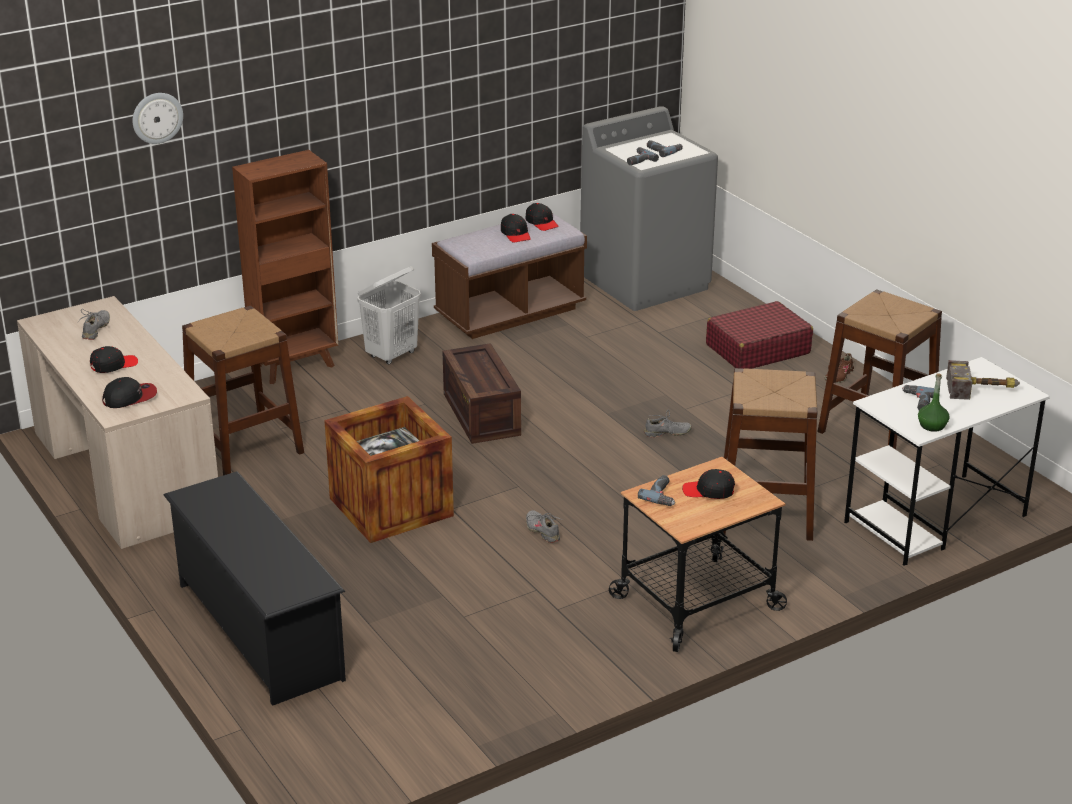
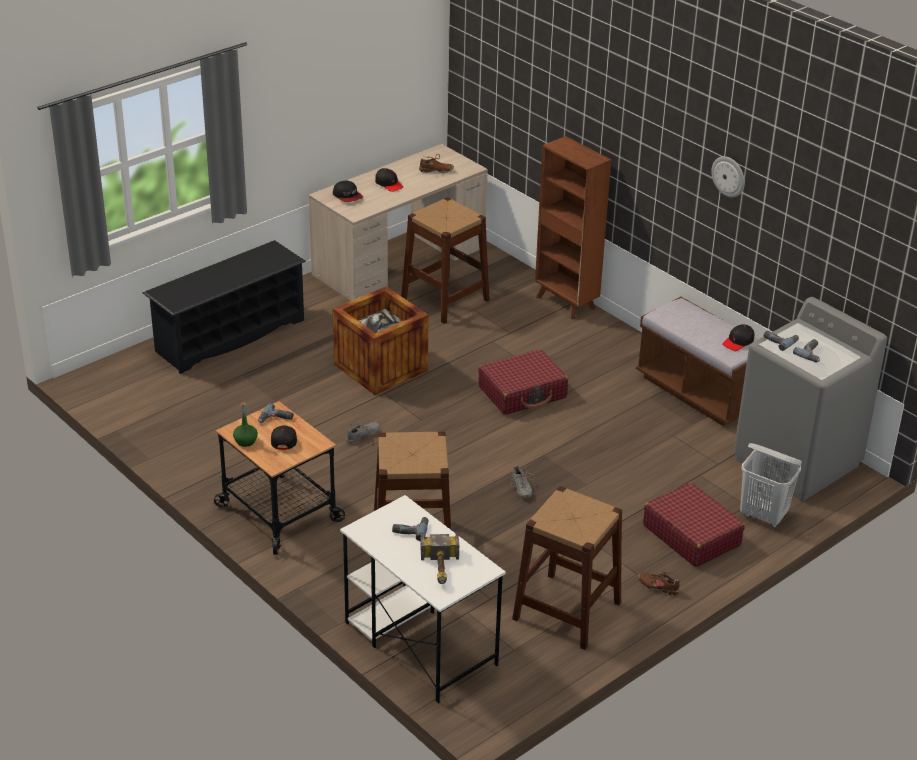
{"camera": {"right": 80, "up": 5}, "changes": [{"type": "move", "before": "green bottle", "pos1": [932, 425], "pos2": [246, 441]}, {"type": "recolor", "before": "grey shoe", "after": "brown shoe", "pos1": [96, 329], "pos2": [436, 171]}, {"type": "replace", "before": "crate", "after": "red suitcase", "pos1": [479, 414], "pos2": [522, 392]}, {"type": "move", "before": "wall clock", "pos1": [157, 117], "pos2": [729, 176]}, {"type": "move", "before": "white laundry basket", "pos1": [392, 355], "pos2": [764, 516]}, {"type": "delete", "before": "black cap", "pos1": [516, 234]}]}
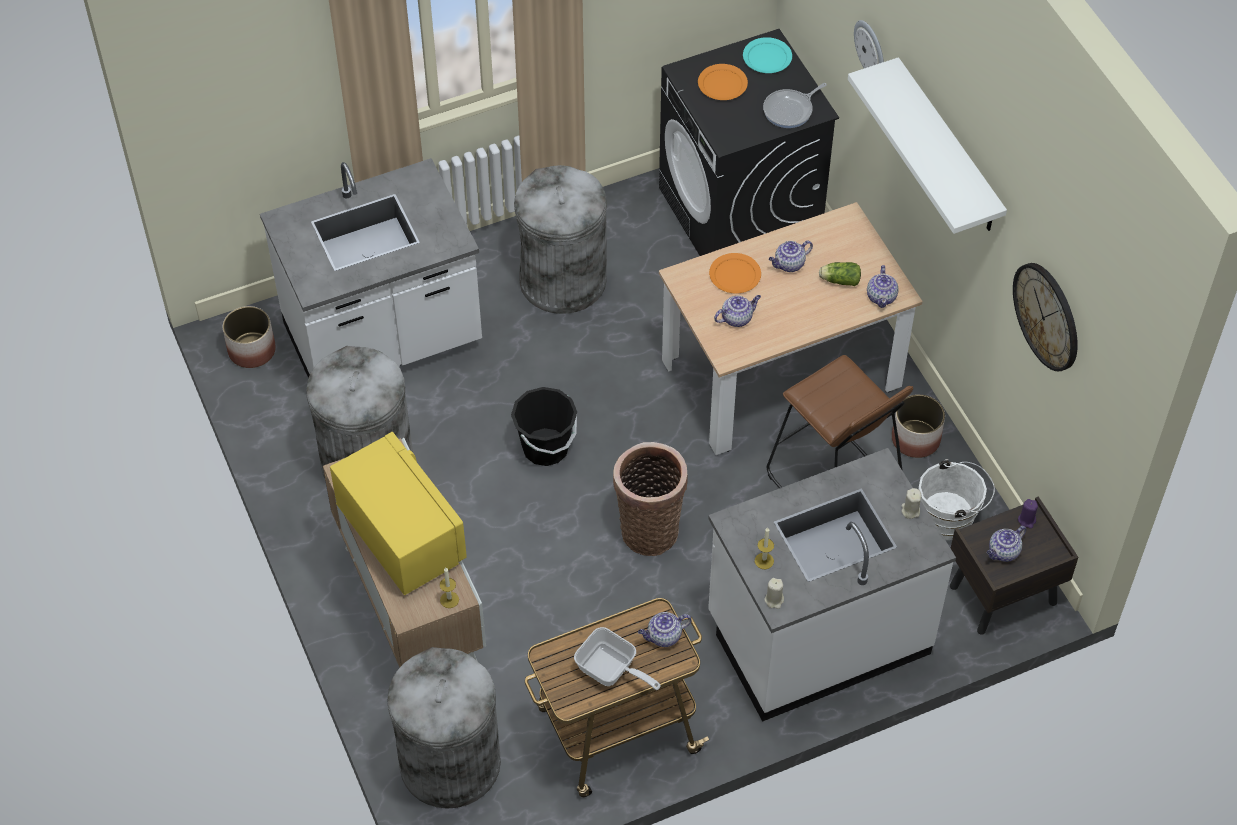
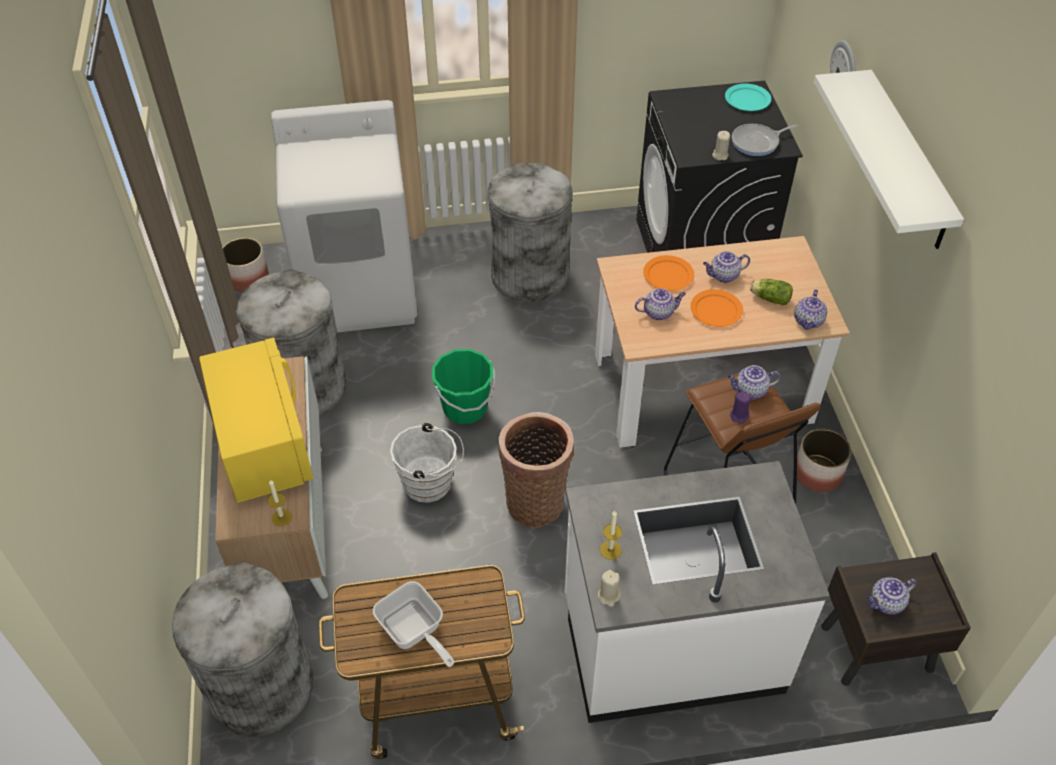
{"camera": {"right": 15, "up": -5}, "changes": [{"type": "replace", "before": "white counter", "after": "white washing machine", "pos1": [383, 339], "pos2": [360, 291]}, {"type": "move", "before": "white bucket", "pos1": [950, 519], "pos2": [431, 483]}, {"type": "recolor", "before": "black bucket", "after": "green bucket", "pos1": [545, 447], "pos2": [465, 408]}, {"type": "move", "before": "orange plate", "pos1": [722, 84], "pos2": [715, 310]}, {"type": "move", "before": "beige candle", "pos1": [910, 510], "pos2": [720, 155]}, {"type": "move", "before": "teapot", "pos1": [663, 636], "pos2": [750, 391]}, {"type": "move", "before": "purple candle", "pos1": [1027, 520], "pos2": [739, 415]}, {"type": "delete", "before": "wall clock", "pos1": [1047, 316]}]}
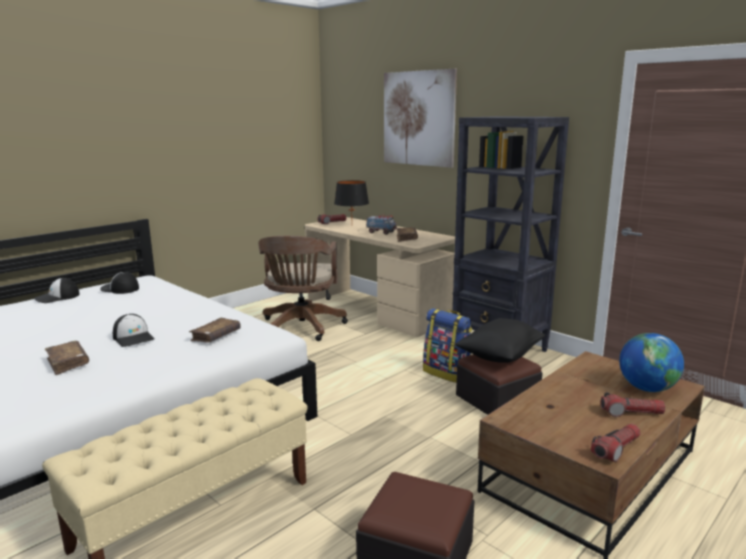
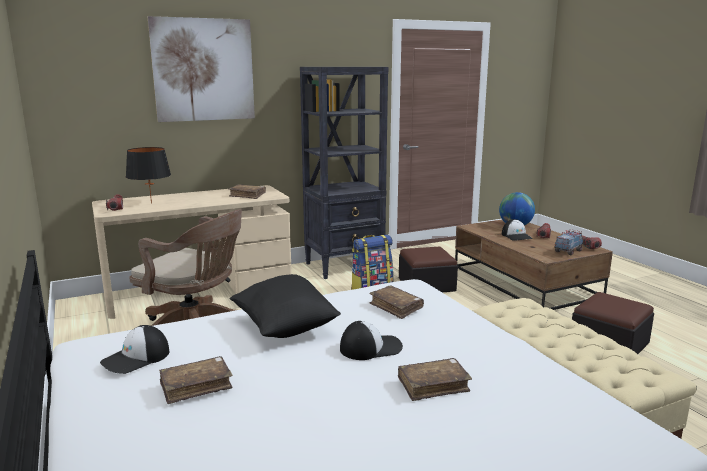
{"camera": {"right": -70, "up": 0}, "changes": [{"type": "insert", "after": "brown book", "pos2": [196, 386]}, {"type": "move", "before": "black pillow", "pos1": [500, 356], "pos2": [285, 327]}, {"type": "move", "before": "cap", "pos1": [57, 297], "pos2": [516, 236]}, {"type": "move", "before": "toy truck", "pos1": [381, 232], "pos2": [568, 251]}]}
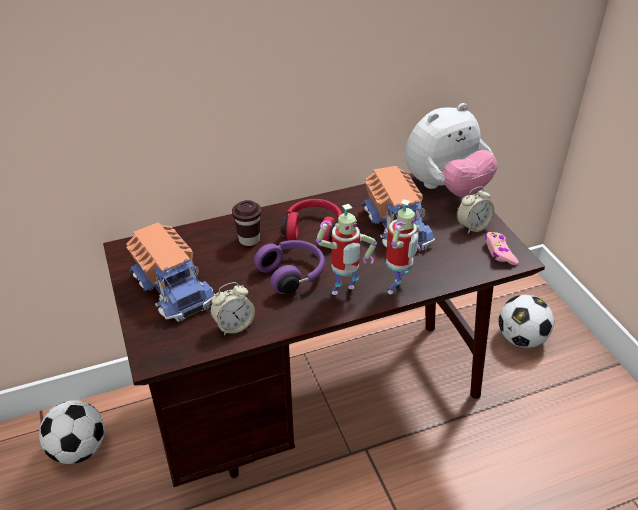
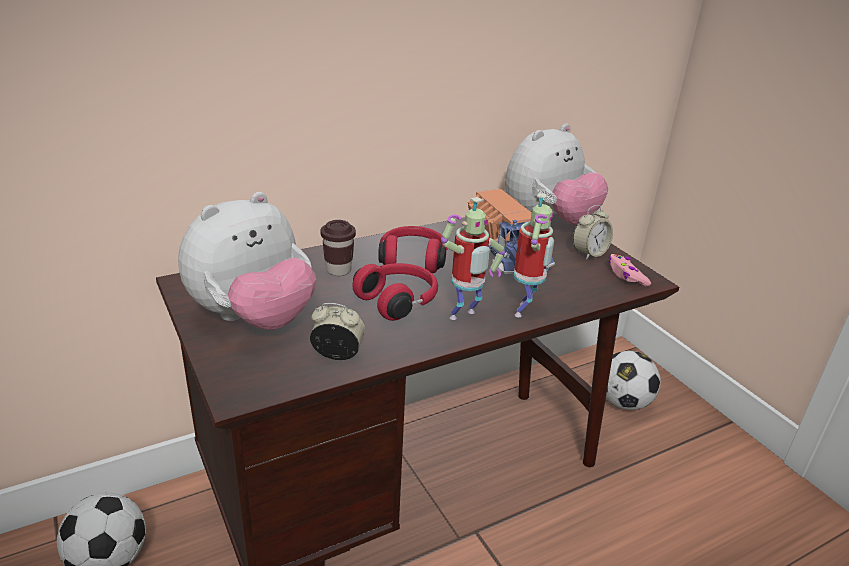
{"camera": {"right": -10, "up": -10}, "changes": [{"type": "replace", "before": "toy truck", "after": "plush toy", "pos1": [174, 287], "pos2": [253, 318]}, {"type": "rotate", "before": "alarm clock", "pos1": [234, 325], "pos2": [337, 355], "turn": -135}, {"type": "recolor", "before": "purple headphones", "after": "red headphones", "pos1": [292, 274], "pos2": [398, 301]}]}
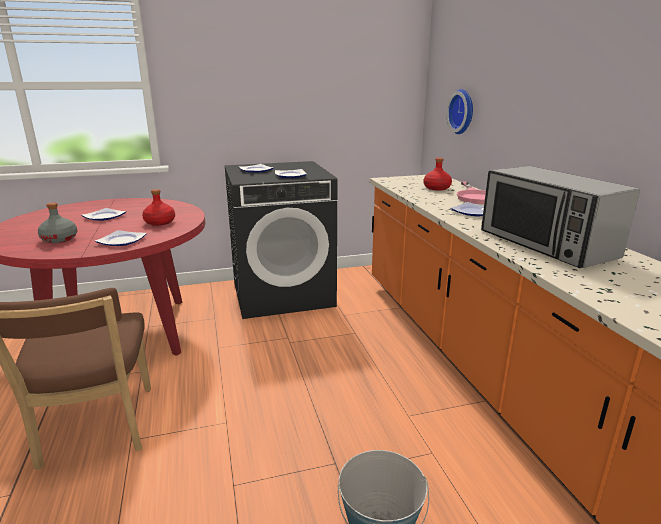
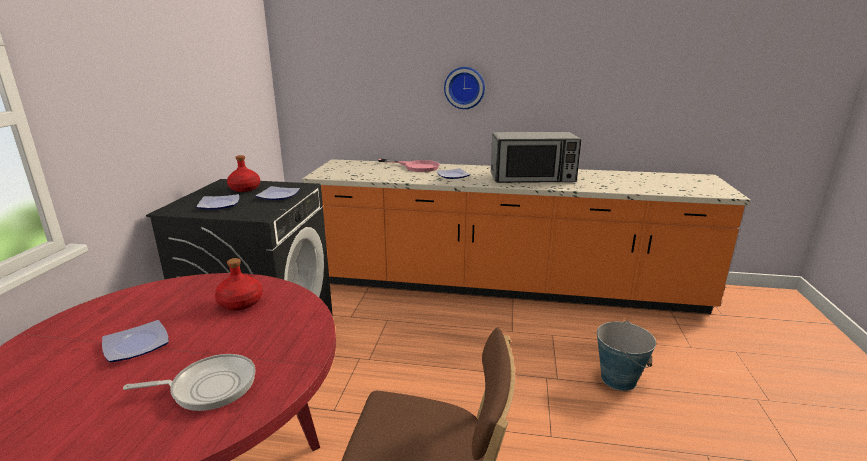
{"camera": {"right": -65, "up": 0}, "changes": [{"type": "replace", "before": "grey bottle", "after": "frying pan", "pos1": [60, 239], "pos2": [209, 387]}, {"type": "move", "before": "red bottle", "pos1": [437, 188], "pos2": [245, 188]}, {"type": "move", "before": "wall clock", "pos1": [463, 111], "pos2": [464, 87]}, {"type": "delete", "before": "plate", "pos1": [121, 241]}]}
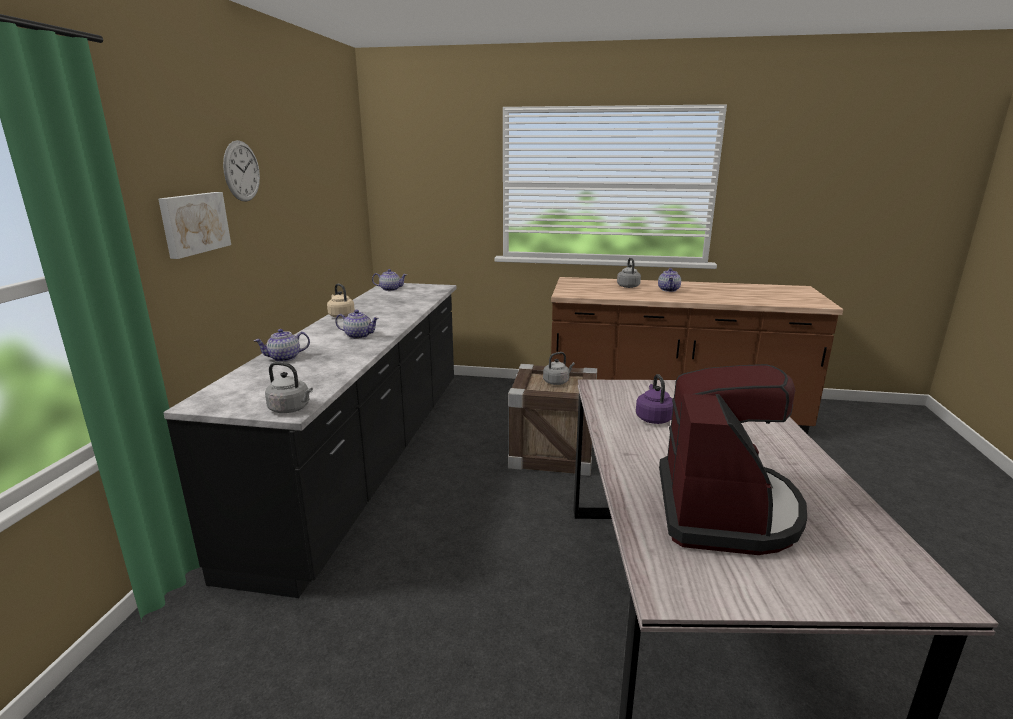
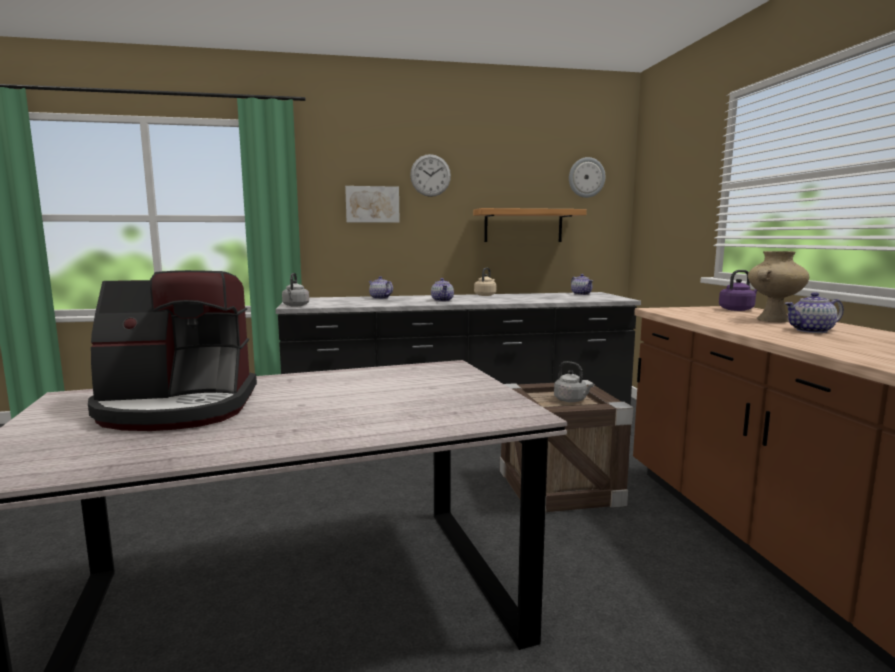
{"camera": {"right": 70, "up": -10}, "changes": [{"type": "insert", "after": "shelf", "pos2": [523, 226]}, {"type": "insert", "after": "wall clock", "pos2": [586, 177]}, {"type": "move", "before": "purple kettle", "pos1": [653, 418], "pos2": [737, 309]}, {"type": "replace", "before": "grey kettle", "after": "beige vase", "pos1": [627, 286], "pos2": [773, 320]}]}
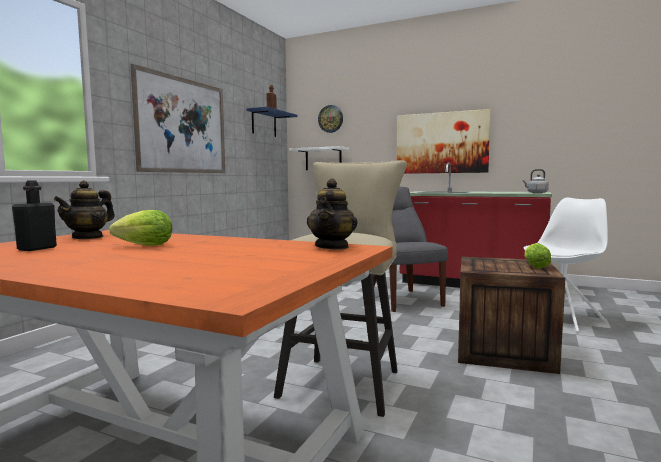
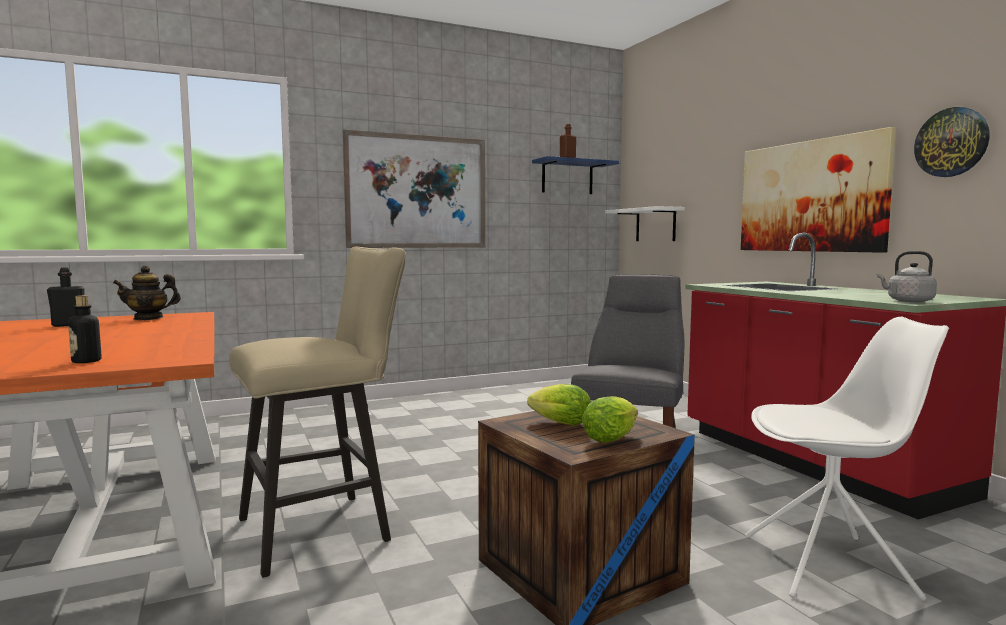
{"camera": {"right": 40, "up": 0}, "changes": [{"type": "insert", "after": "bottle", "pos2": [86, 361]}, {"type": "move", "before": "lettuce", "pos1": [141, 246], "pos2": [557, 423]}, {"type": "move", "before": "wall clock", "pos1": [330, 119], "pos2": [951, 142]}, {"type": "delete", "before": "teapot", "pos1": [332, 247]}]}
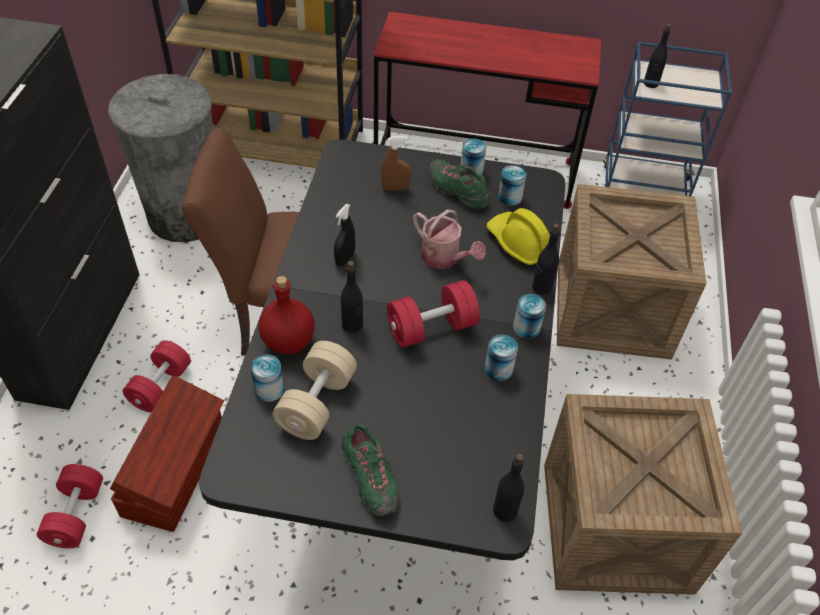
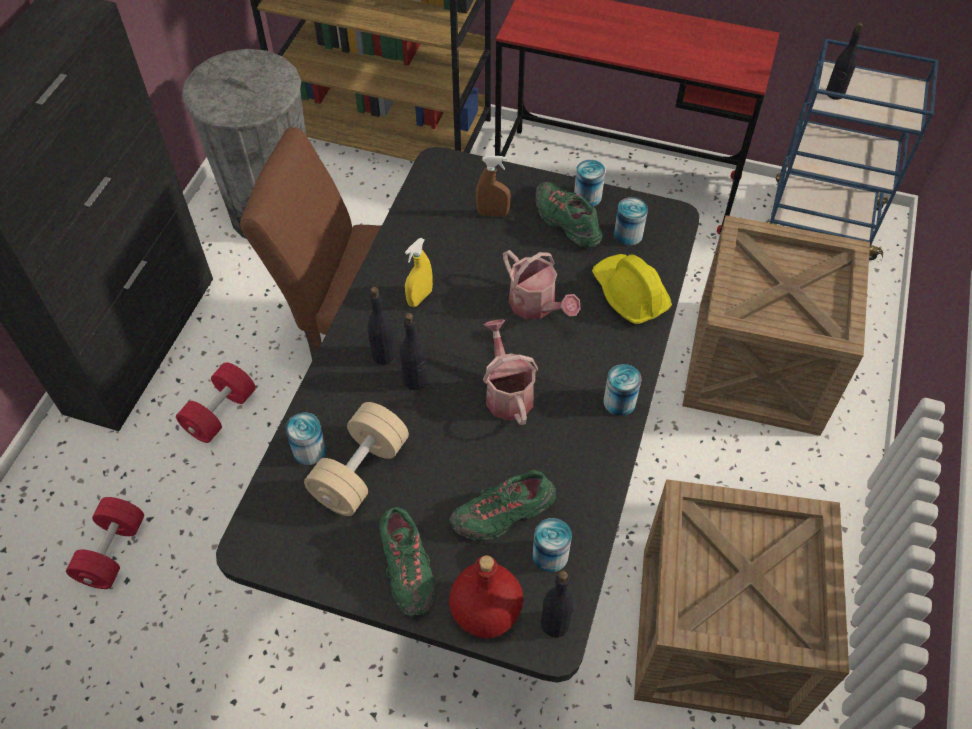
{"camera": {"right": 10, "up": 5}, "changes": [{"type": "move", "before": "black bottle", "pos1": [541, 287], "pos2": [383, 355]}, {"type": "recolor", "before": "black spray bottle", "after": "yellow spray bottle", "pos1": [345, 258], "pos2": [420, 298]}, {"type": "move", "before": "red bottle", "pos1": [289, 342], "pos2": [486, 613]}, {"type": "insert", "after": "green shoe", "pos2": [504, 513]}, {"type": "replace", "before": "red dumbbell", "after": "watering can", "pos1": [431, 328], "pos2": [507, 392]}, {"type": "move", "before": "can", "pos1": [498, 369], "pos2": [550, 555]}, {"type": "delete", "before": "brown storage box", "pos1": [176, 470]}]}
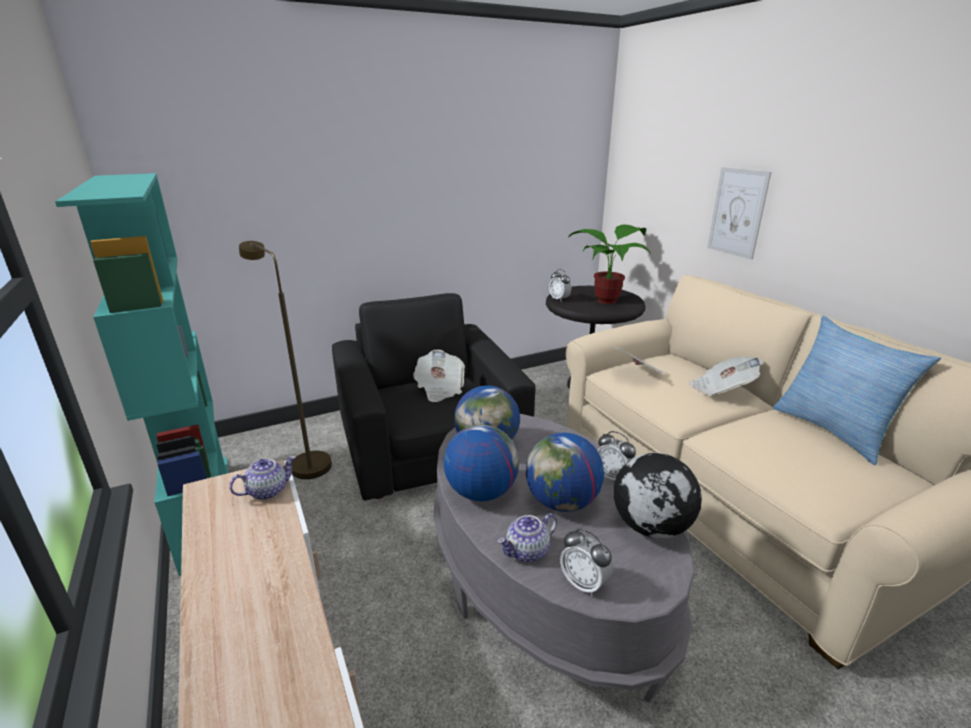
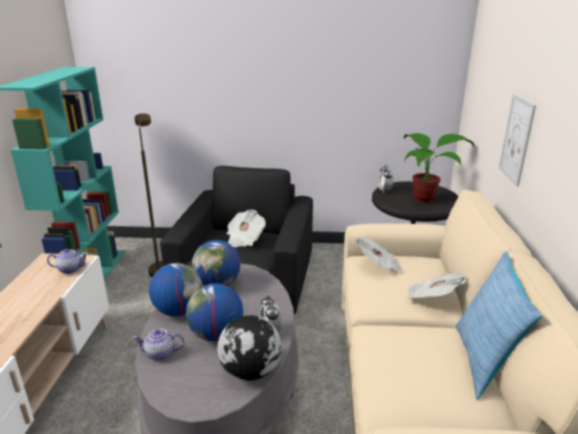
{"camera": {"right": 30, "up": 0}, "changes": [{"type": "delete", "before": "alarm clock", "pos1": [584, 583]}]}
